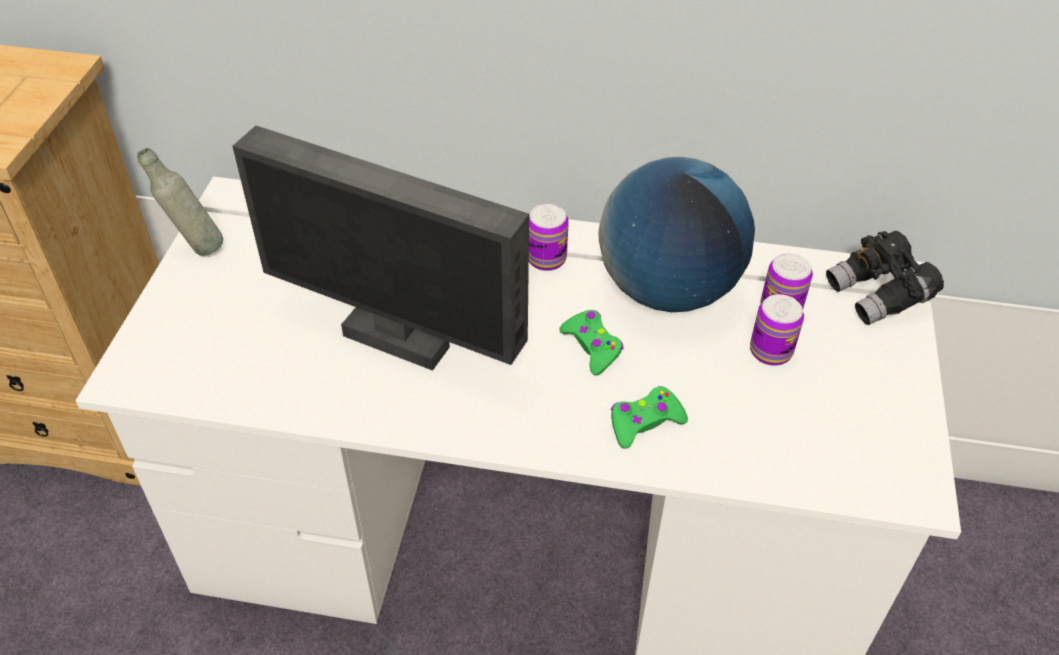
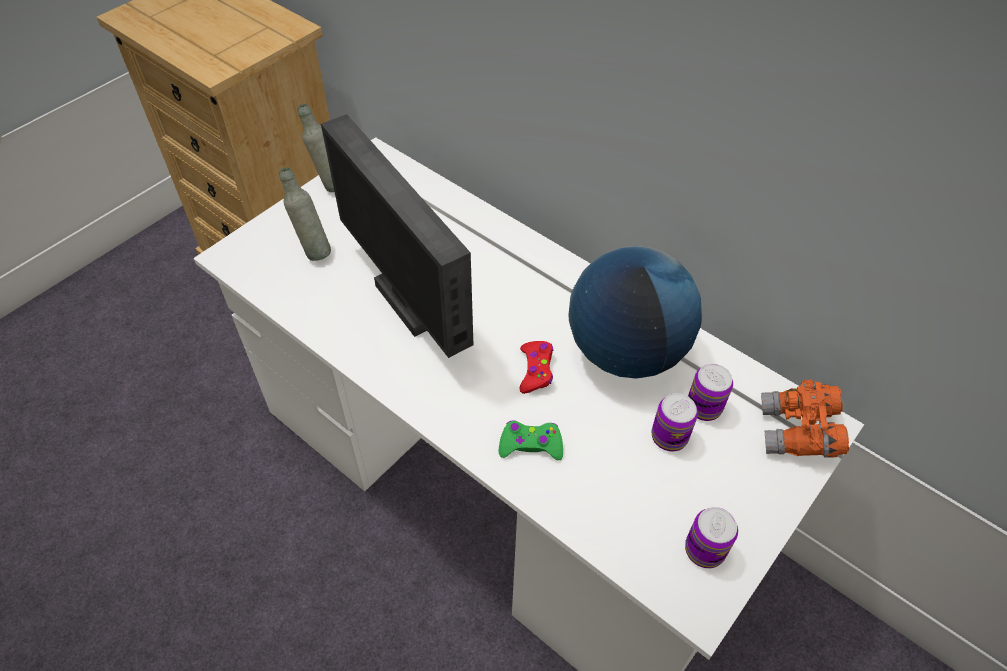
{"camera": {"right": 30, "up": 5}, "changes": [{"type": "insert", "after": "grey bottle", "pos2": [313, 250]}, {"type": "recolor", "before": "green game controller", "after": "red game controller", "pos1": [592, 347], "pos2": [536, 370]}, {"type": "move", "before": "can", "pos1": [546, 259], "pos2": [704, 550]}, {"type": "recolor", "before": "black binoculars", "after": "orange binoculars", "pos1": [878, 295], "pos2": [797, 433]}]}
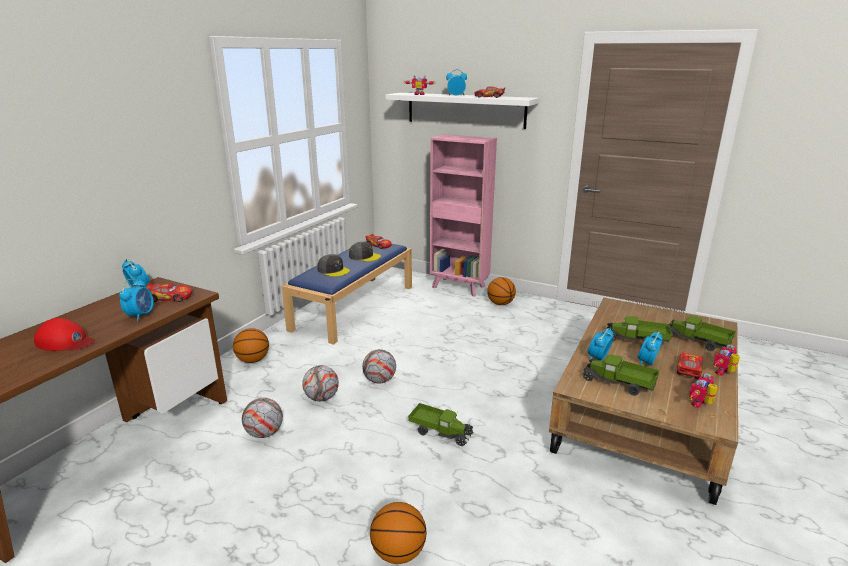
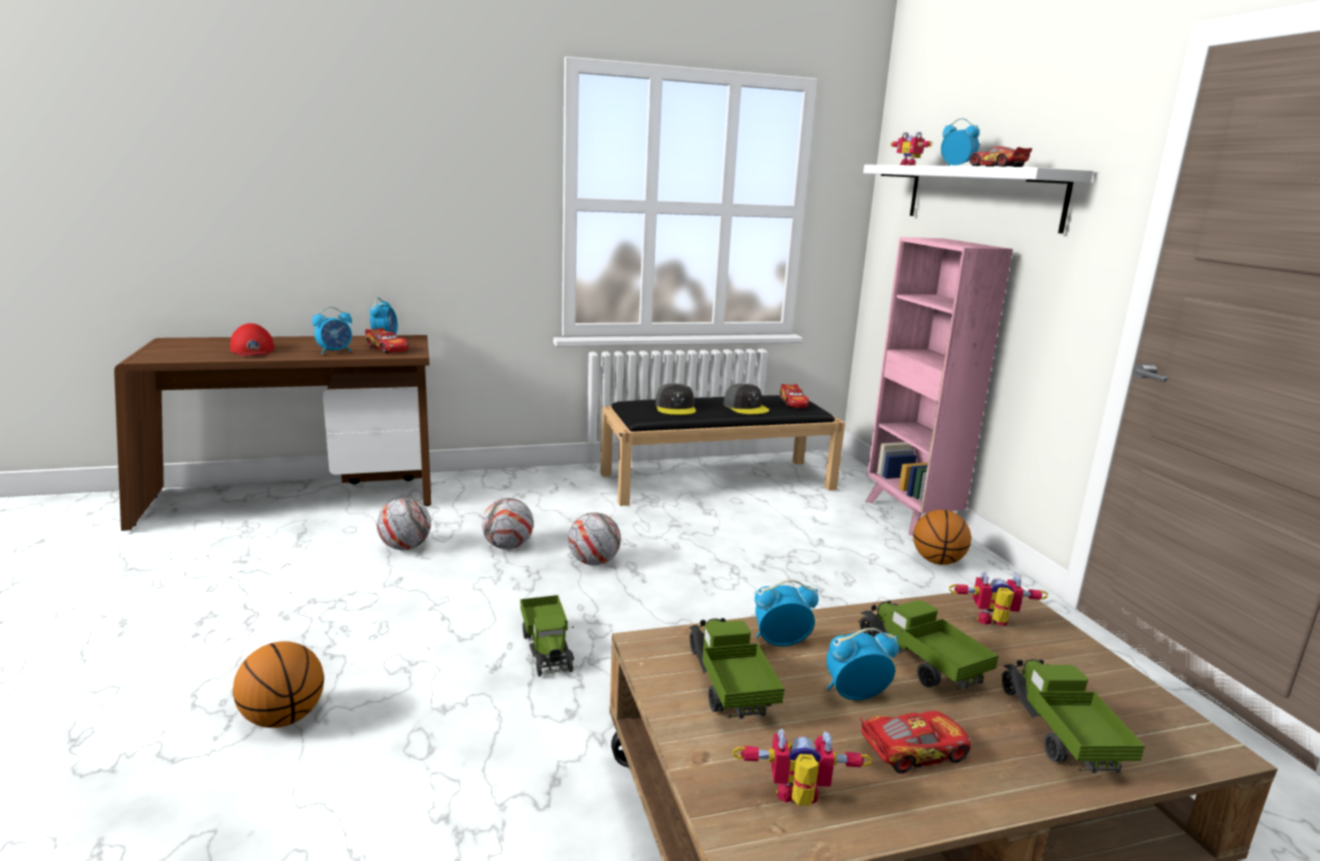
{"camera": {"right": 45, "up": -5}, "changes": [{"type": "recolor", "before": "blue bench", "after": "black bench", "pos1": [354, 307], "pos2": [718, 481]}, {"type": "move", "before": "toy robot", "pos1": [724, 373], "pos2": [994, 624]}, {"type": "delete", "before": "basketball", "pos1": [253, 360]}]}
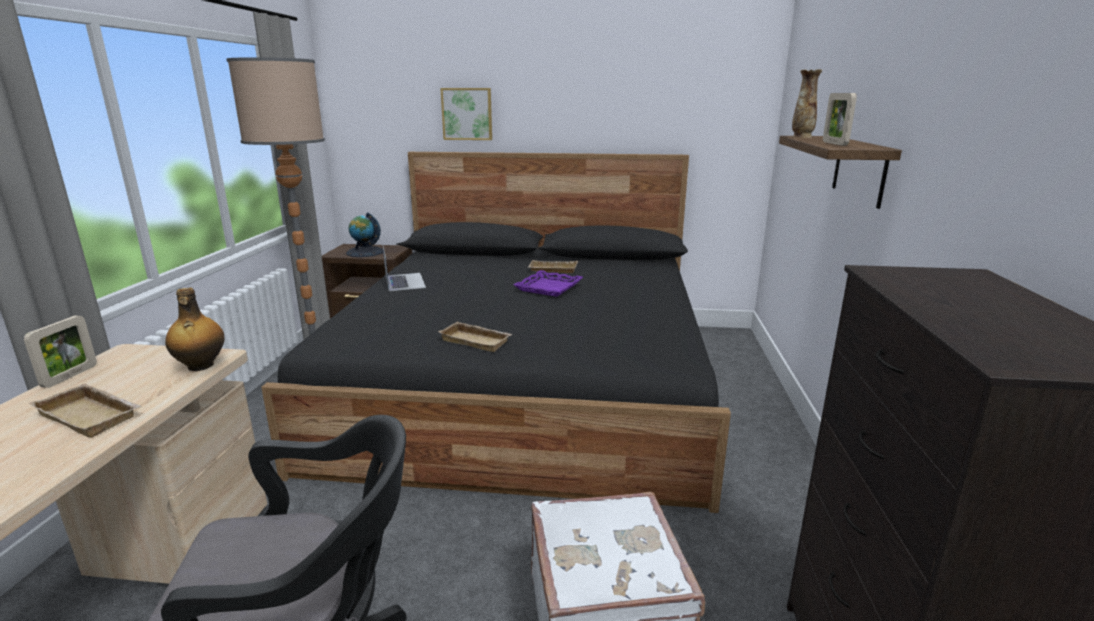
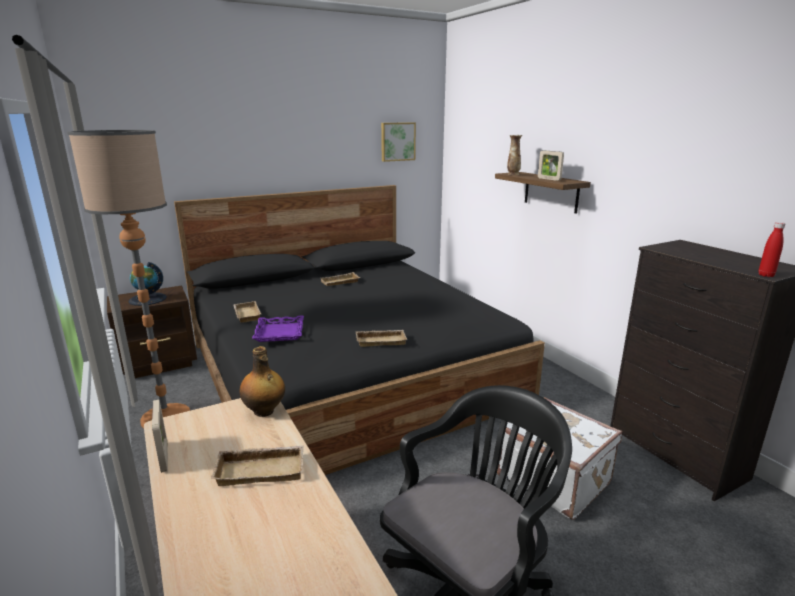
{"camera": {"right": -35, "up": 0}, "changes": [{"type": "replace", "before": "laptop", "after": "beige tray", "pos1": [404, 281], "pos2": [246, 314]}, {"type": "move", "before": "purple tray", "pos1": [549, 288], "pos2": [280, 332]}, {"type": "move", "before": "picture", "pos1": [467, 114], "pos2": [397, 141]}, {"type": "insert", "after": "red bottle", "pos2": [766, 275]}]}
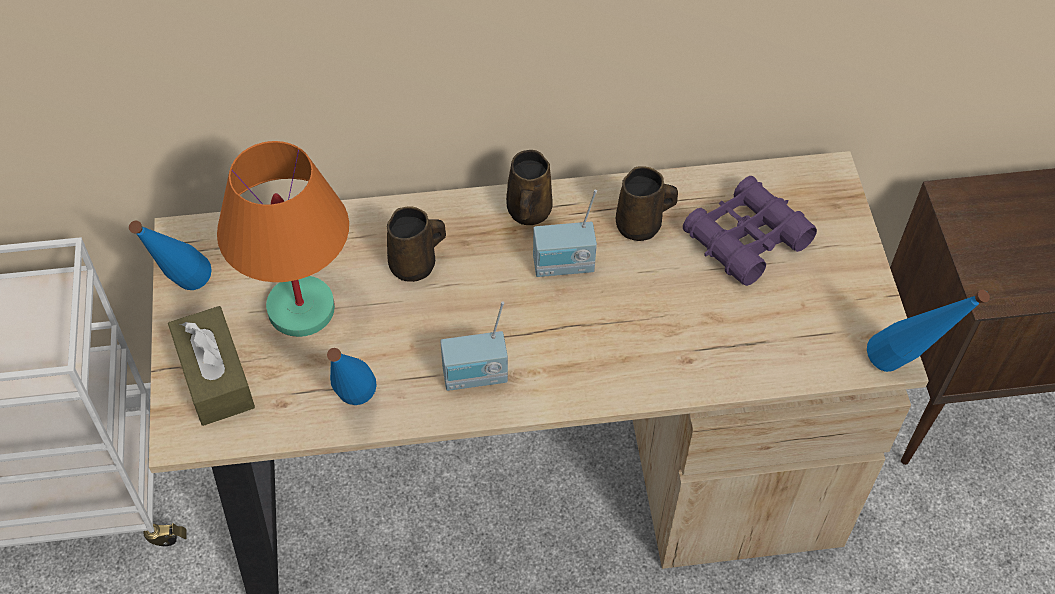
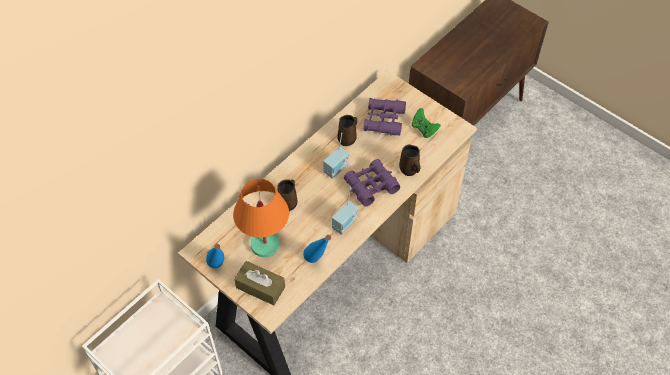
{"camera": {"right": -40, "up": 0}, "changes": [{"type": "insert", "after": "purple binoculars", "pos2": [371, 186]}, {"type": "move", "before": "brown mug", "pos1": [528, 212], "pos2": [409, 170]}, {"type": "insert", "after": "green game controller", "pos2": [424, 129]}, {"type": "delete", "before": "blue bottle", "pos1": [904, 368]}]}
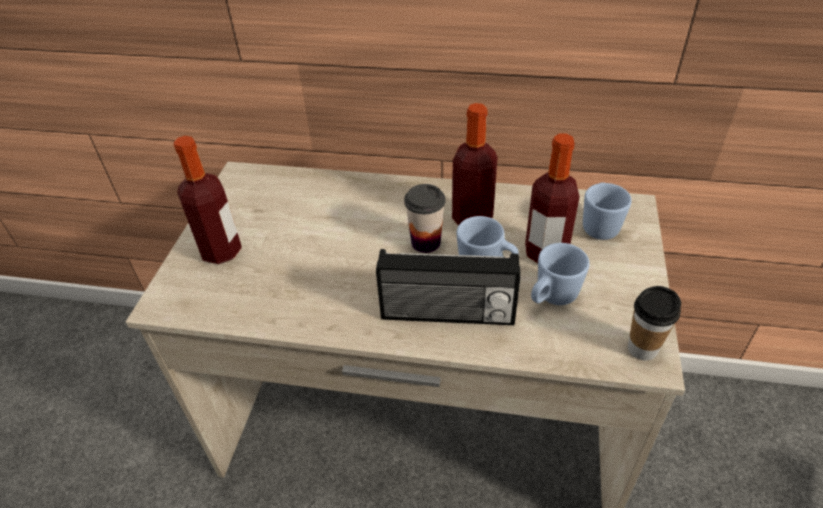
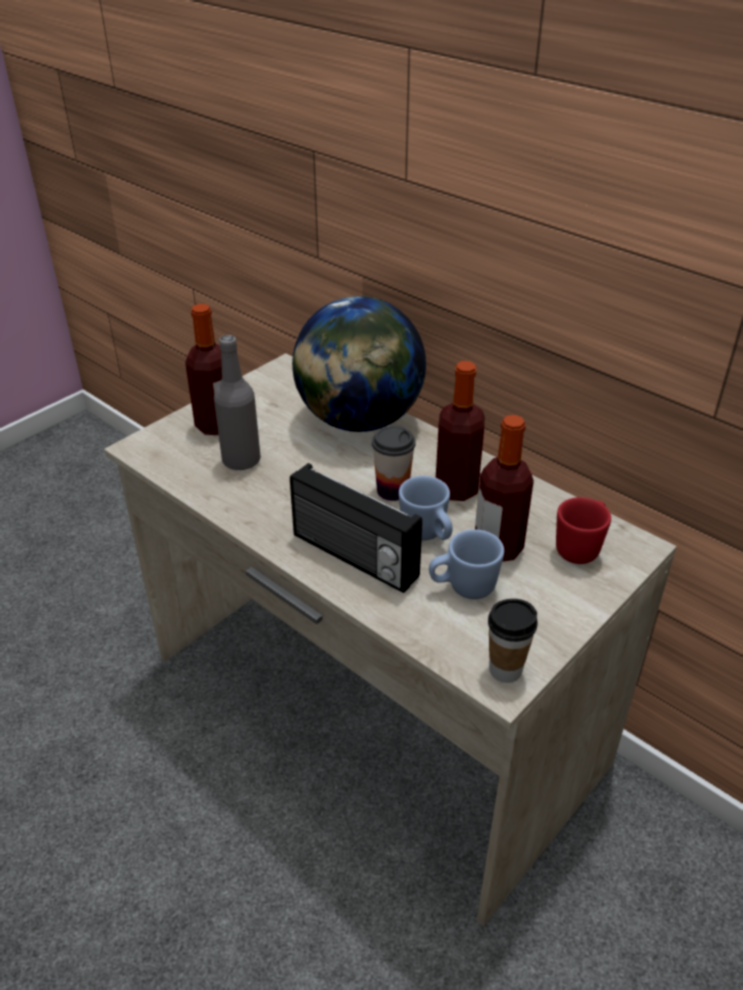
{"camera": {"right": 30, "up": -5}, "changes": [{"type": "insert", "after": "grey bottle", "pos2": [241, 460]}, {"type": "insert", "after": "globe", "pos2": [359, 421]}, {"type": "recolor", "before": "blue mug", "after": "red mug", "pos1": [599, 225], "pos2": [581, 547]}]}
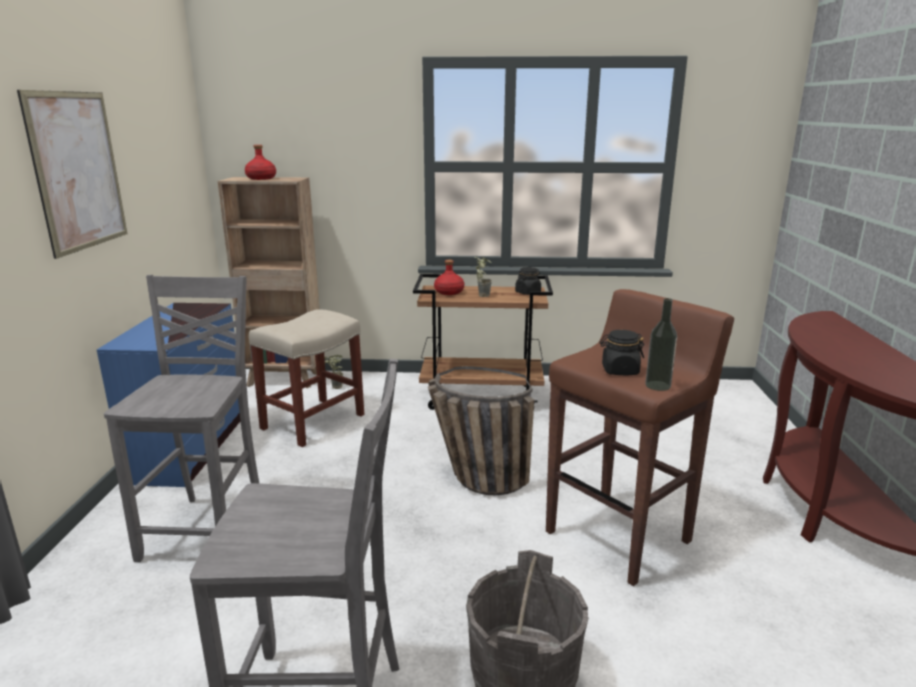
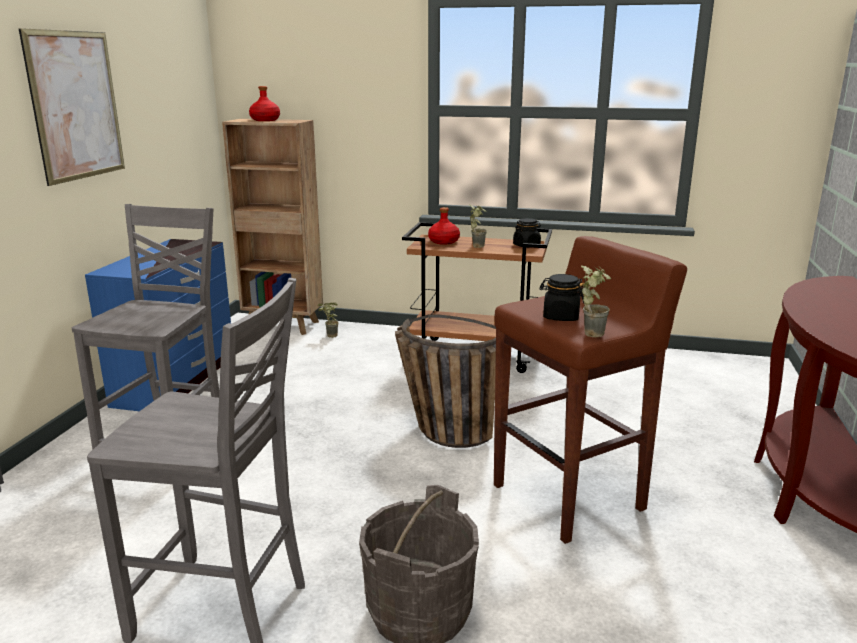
{"camera": {"right": 10, "up": 0}, "changes": [{"type": "replace", "before": "bottle", "after": "potted plant", "pos1": [658, 385], "pos2": [591, 332]}, {"type": "delete", "before": "beige stool", "pos1": [314, 421]}]}
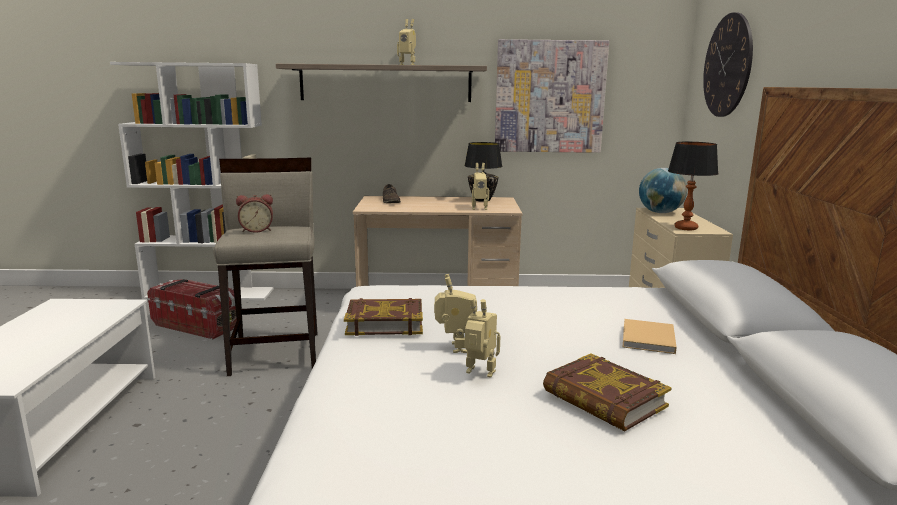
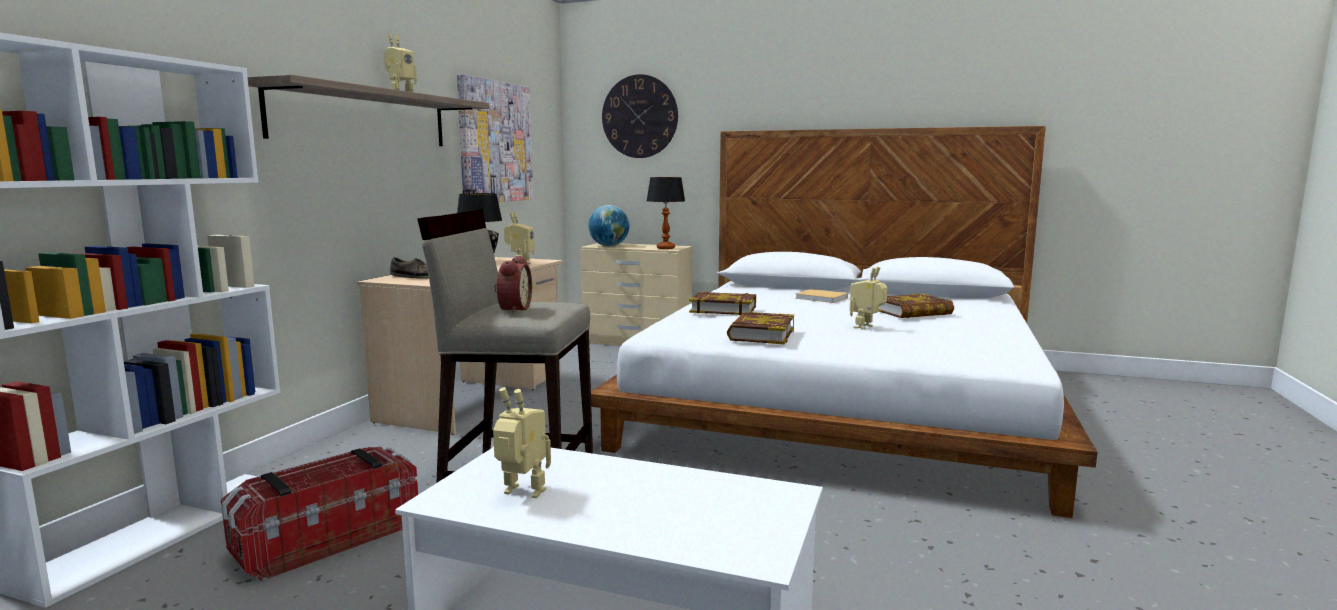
{"camera": {"right": -70, "up": -5}, "changes": [{"type": "move", "before": "toy robot", "pos1": [454, 347], "pos2": [522, 494]}, {"type": "insert", "after": "book", "pos2": [723, 309]}]}
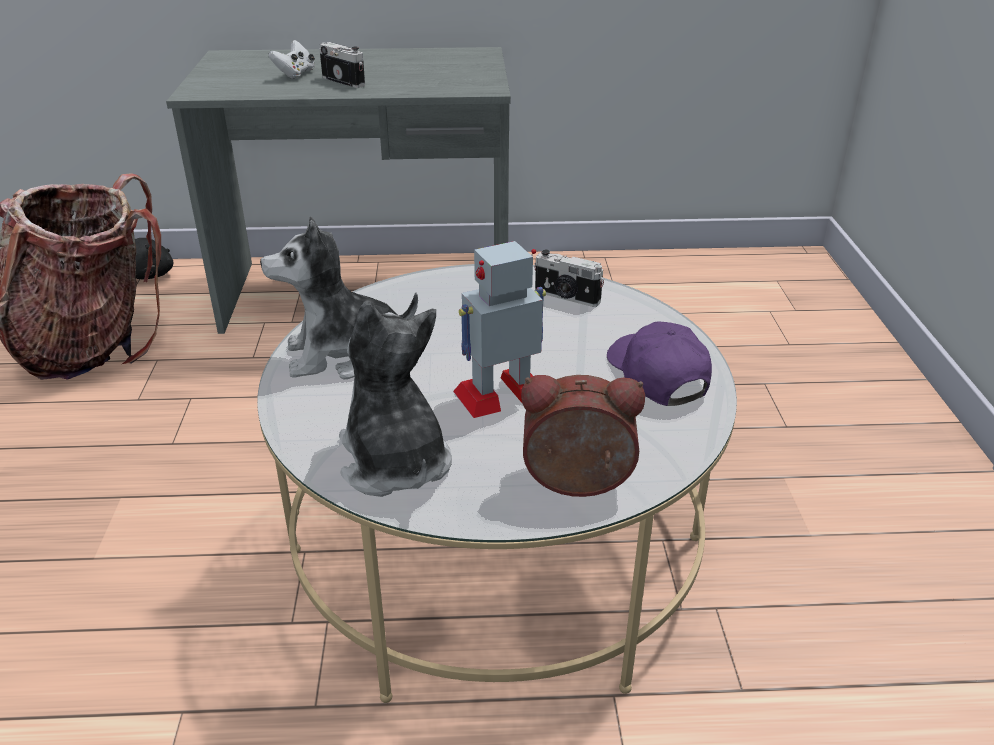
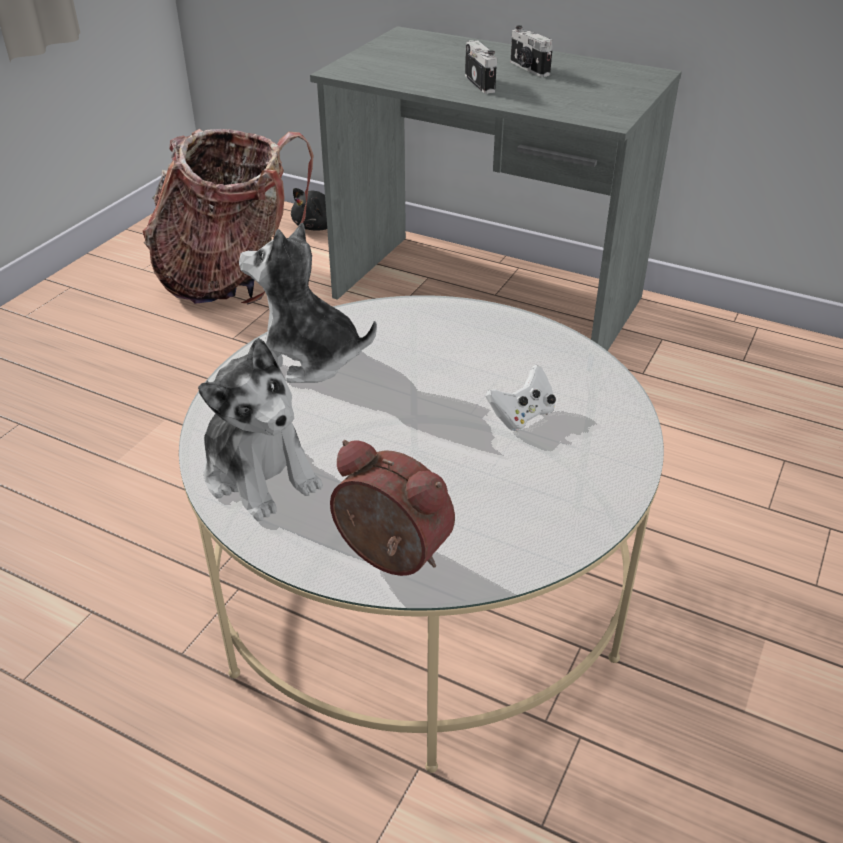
{"camera": {"right": 30, "up": 5}, "changes": [{"type": "rotate", "before": "plush toy", "pos1": [394, 462], "pos2": [260, 474], "turn": 135}, {"type": "move", "before": "white game controller", "pos1": [295, 74], "pos2": [522, 416]}, {"type": "move", "before": "photo camera", "pos1": [566, 297], "pos2": [528, 69]}, {"type": "delete", "before": "toy robot", "pos1": [501, 393]}, {"type": "delete", "before": "purple cap", "pos1": [657, 376]}]}
